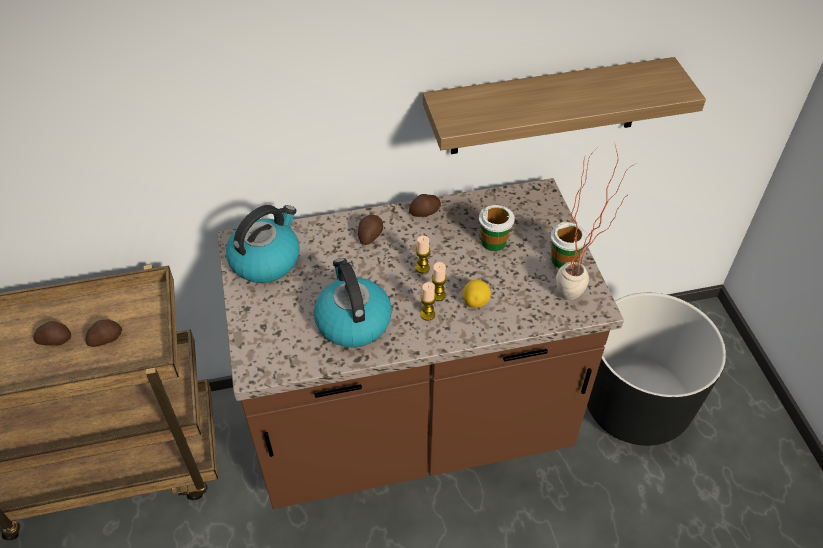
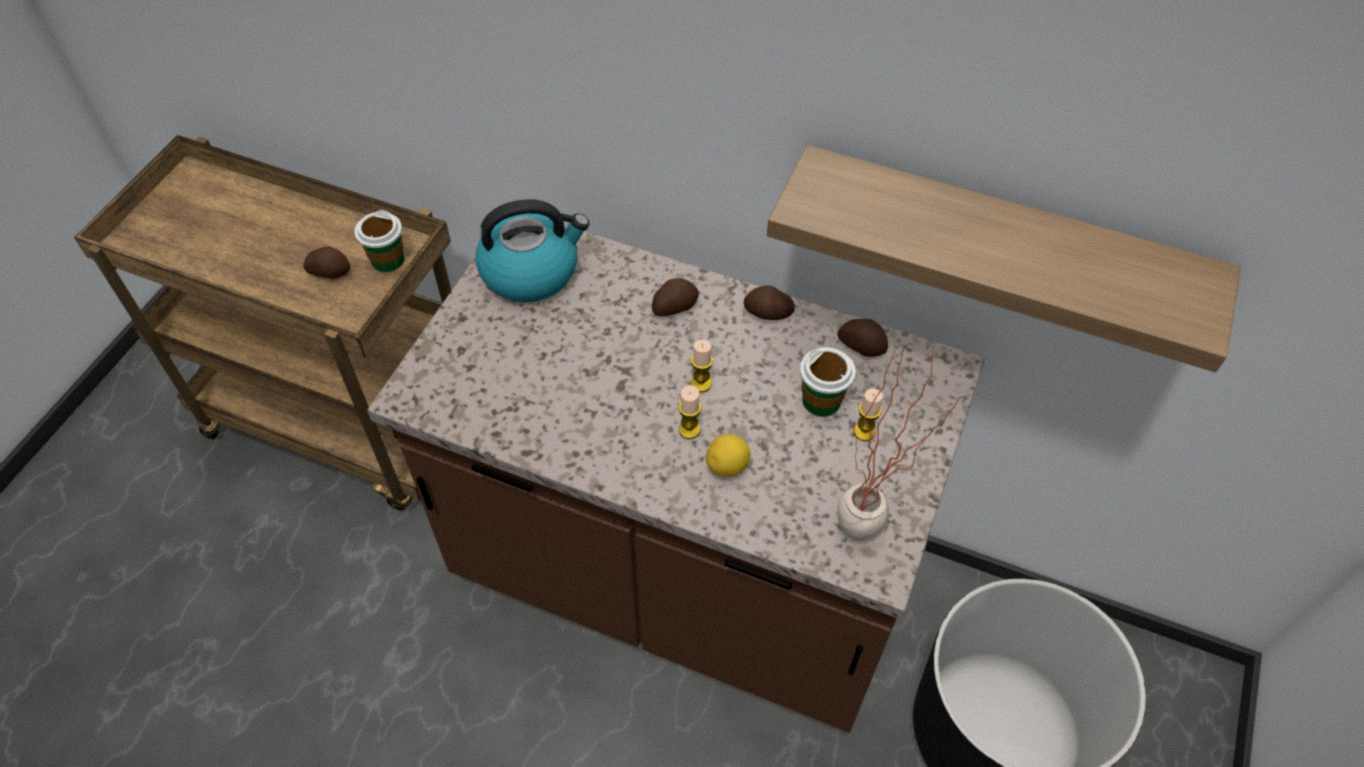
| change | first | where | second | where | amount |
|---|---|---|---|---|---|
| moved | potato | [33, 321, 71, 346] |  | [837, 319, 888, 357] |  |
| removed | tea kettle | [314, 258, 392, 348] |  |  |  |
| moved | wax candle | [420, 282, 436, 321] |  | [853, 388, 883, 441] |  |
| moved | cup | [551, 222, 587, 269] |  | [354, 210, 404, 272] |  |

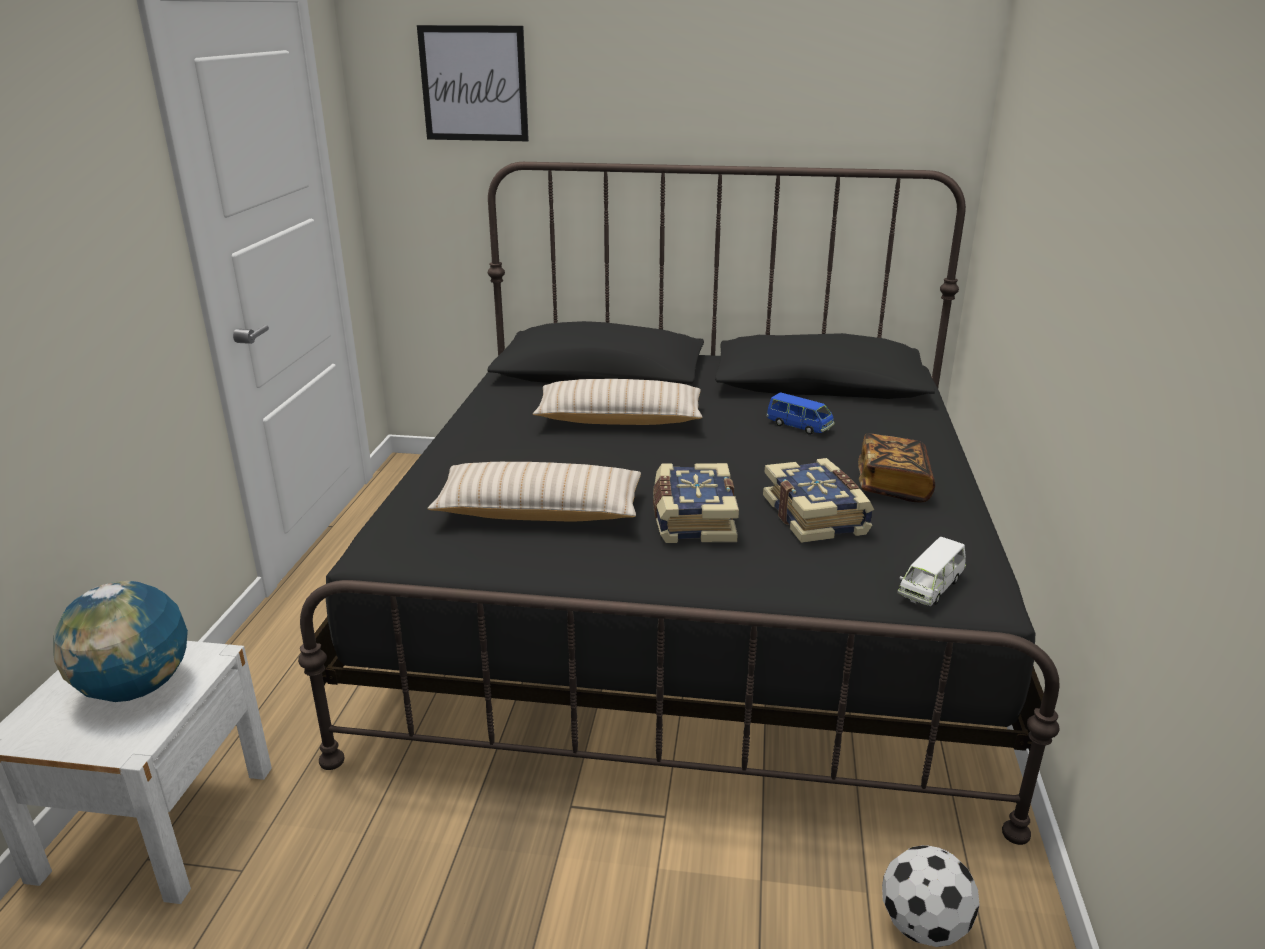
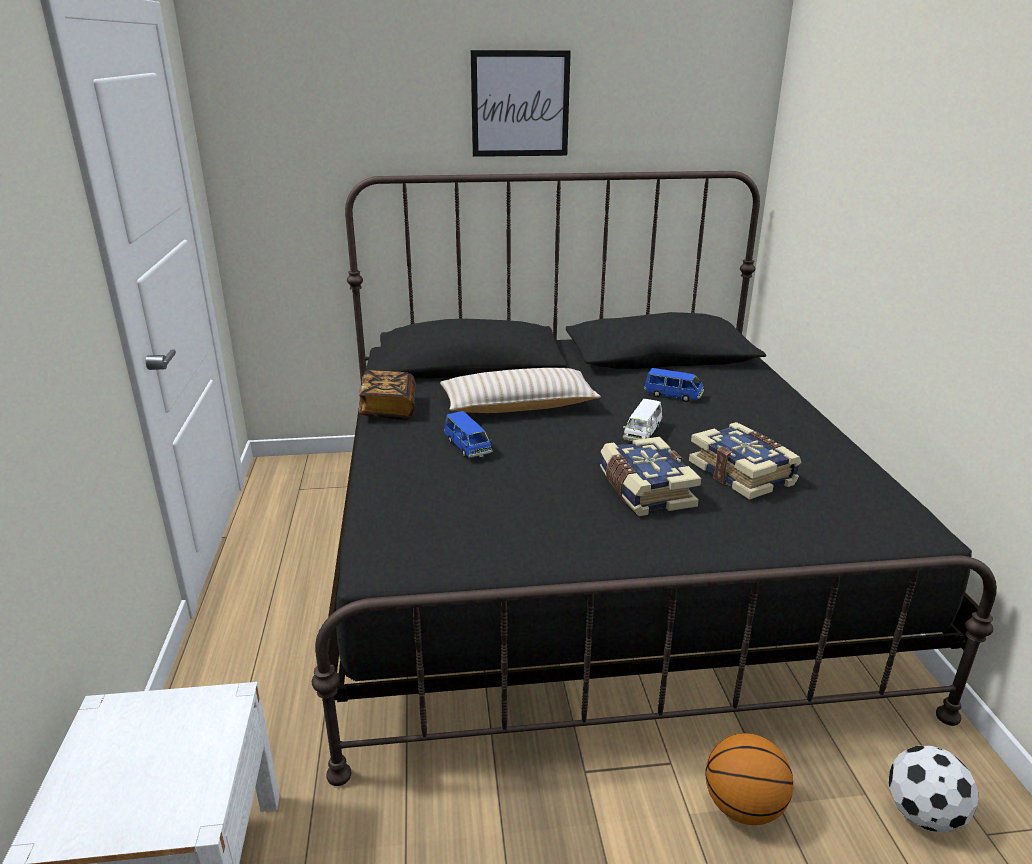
| change | first | where | second | where | amount |
|---|---|---|---|---|---|
| removed | desk globe | [53, 581, 188, 702] |  |  |  |
| moved | wall picture | [417, 25, 529, 141] |  | [471, 50, 571, 157] |  |
| removed | sand-coloured pillow | [428, 462, 641, 521] |  |  |  |
| moved | volume | [858, 434, 935, 502] |  | [359, 370, 416, 420] |  |
| moved | white-coloured miniature car | [897, 537, 966, 606] |  | [623, 399, 663, 443] |  |
| added |  |  | blue miniature car | [444, 411, 492, 458] |  |
| added |  |  | ball for basketball | [705, 733, 794, 825] |  |

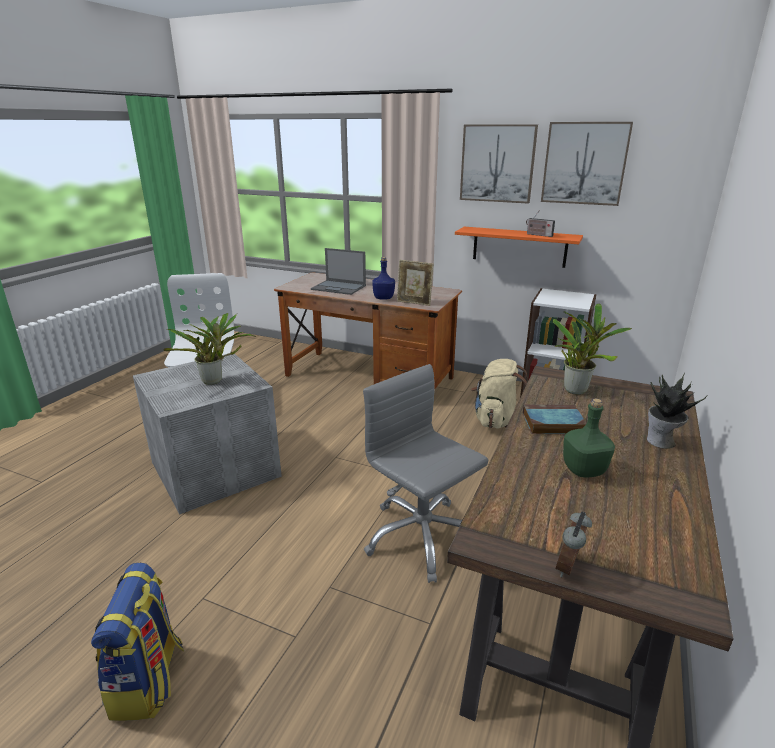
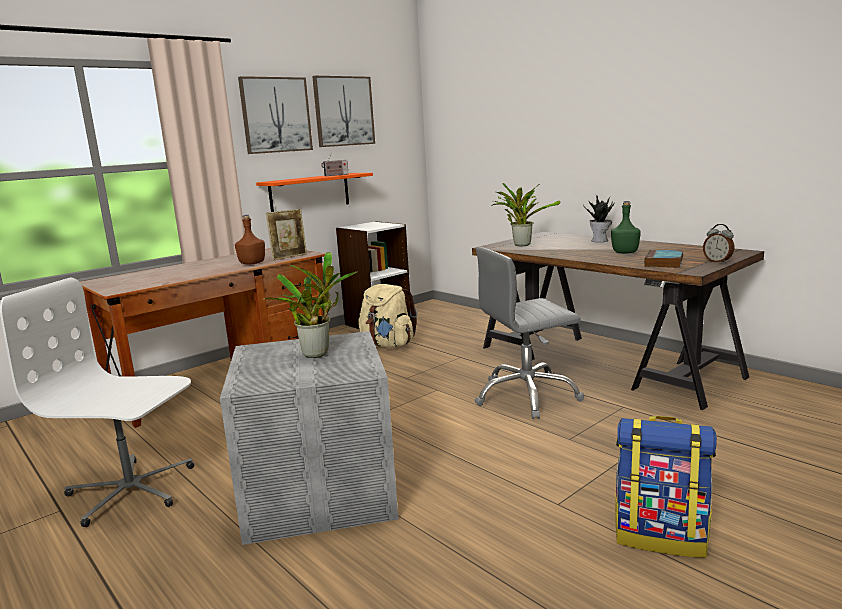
| change | first | where | second | where | amount |
|---|---|---|---|---|---|
| removed | notebook computer | [311, 248, 366, 295] |  |  |  |
| recoloured | blue drink bottle | [372, 257, 395, 300] | brownish drink bottle | [235, 215, 265, 265] |  |
| moved | volume | [523, 405, 586, 434] |  | [644, 250, 683, 268] |  |

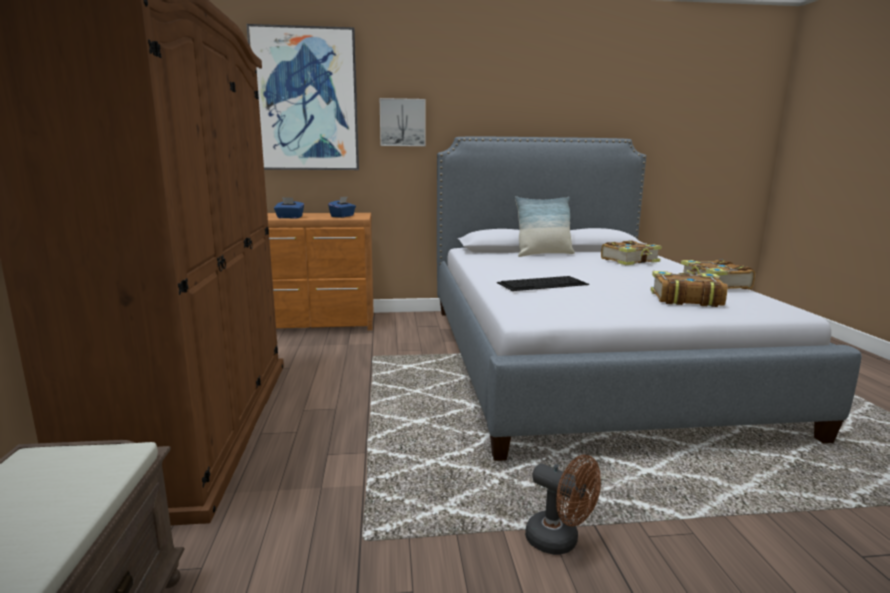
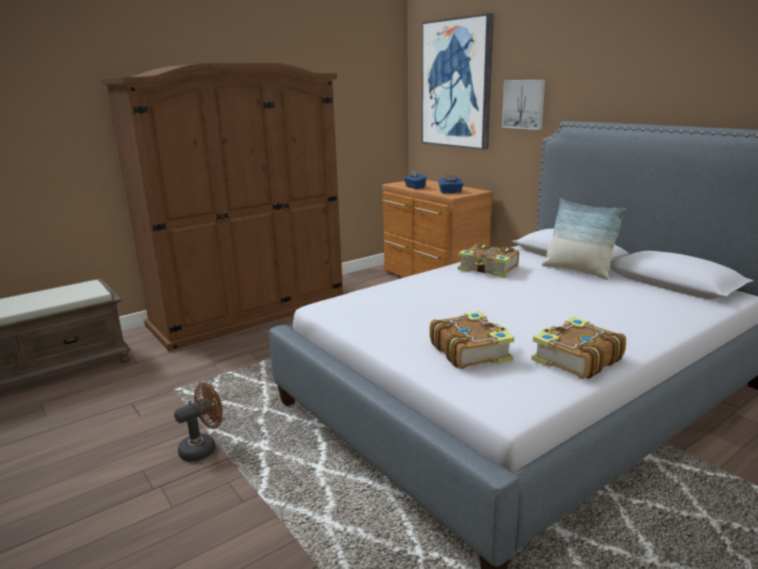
| change | first | where | second | where | amount |
|---|---|---|---|---|---|
| removed | keyboard | [497, 276, 589, 291] |  |  |  |
| turned | brownish electric fan | [525, 455, 601, 555] |  | [174, 383, 223, 462] | 135 degrees counterclockwise |
| moved | volume | [601, 240, 662, 265] |  | [458, 244, 519, 277] |  |

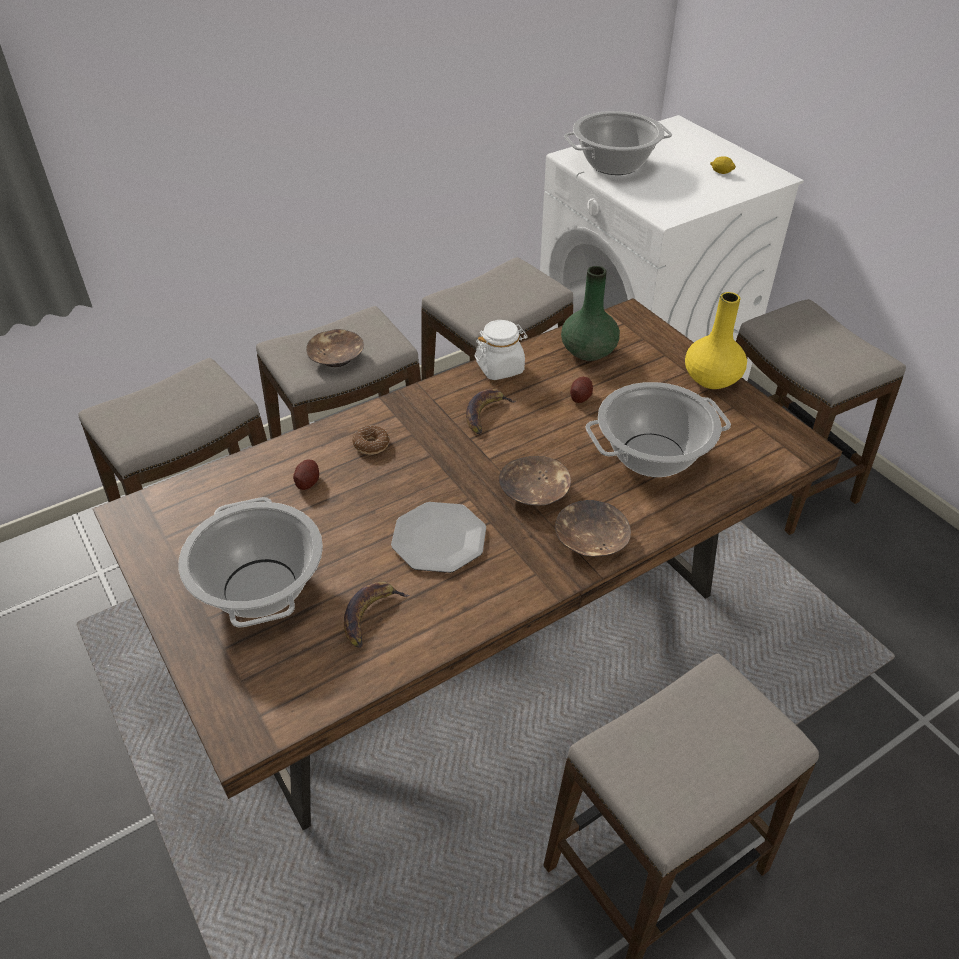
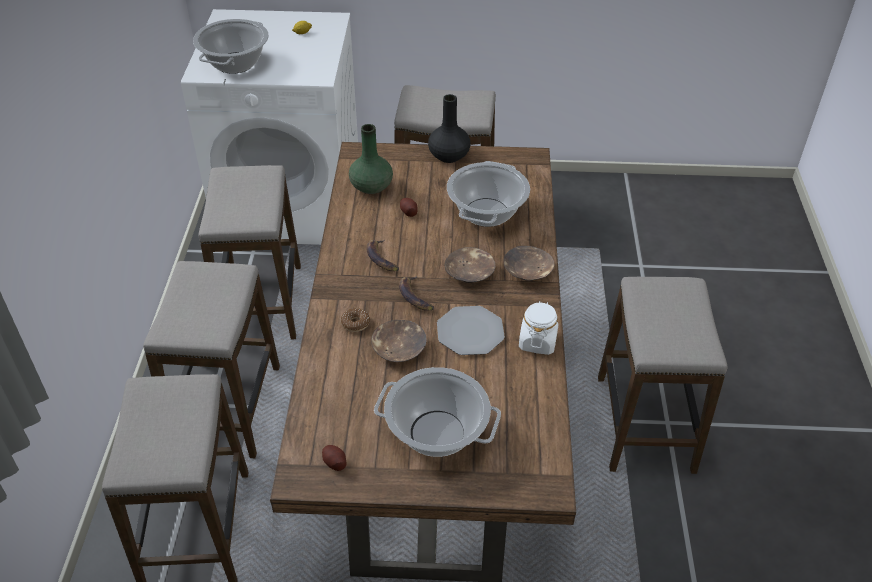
| change | first | where | second | where | amount |
|---|---|---|---|---|---|
| moved | potato | [293, 460, 319, 490] |  | [322, 445, 346, 471] |  |
| moved | brownish serving bowl | [306, 329, 364, 367] |  | [371, 320, 427, 362] |  |
| moved | whole banana | [344, 581, 410, 648] |  | [399, 276, 434, 311] |  |
| moved | white-coloured storage jar | [475, 320, 528, 380] |  | [519, 301, 559, 355] |  |
| recoloured | yellow decorative vase | [685, 292, 747, 389] | black decorative vase | [428, 94, 470, 163] |  |

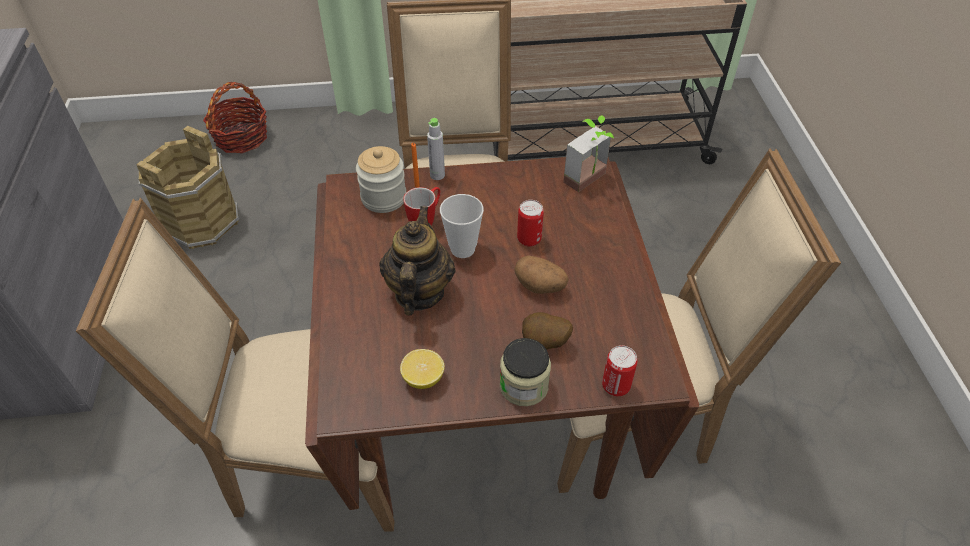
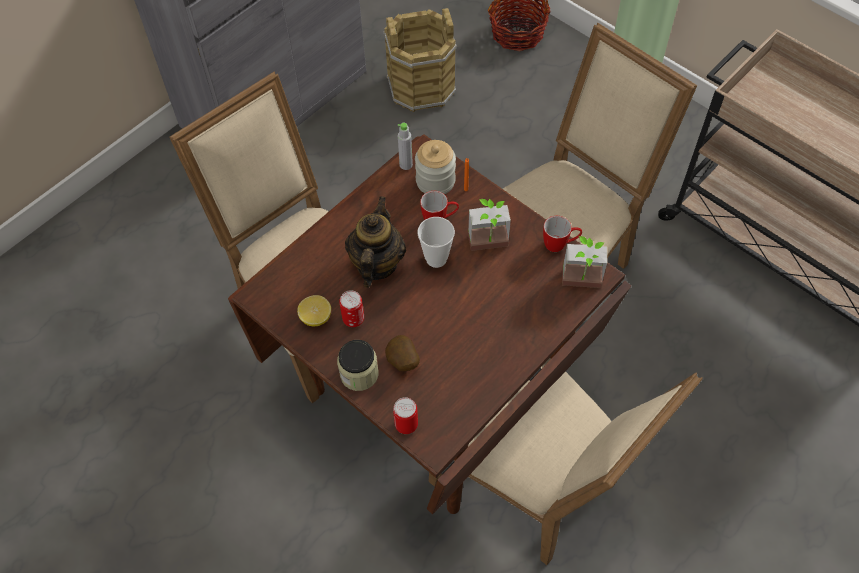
| change | first | where | second | where | amount |
|---|---|---|---|---|---|
| turned | teapot | [379, 206, 456, 316] |  | [345, 197, 406, 288] | 45 degrees counterclockwise |
| moved | gray drink bottle | [427, 118, 445, 180] |  | [398, 123, 413, 170] |  |
| removed | potato | [515, 255, 569, 294] |  |  |  |
| moved | sealed can | [517, 200, 544, 247] |  | [339, 290, 364, 327] |  |
| added |  |  | houseplant | [468, 199, 511, 251] |  |
| added |  |  | mug | [543, 216, 582, 252] |  |

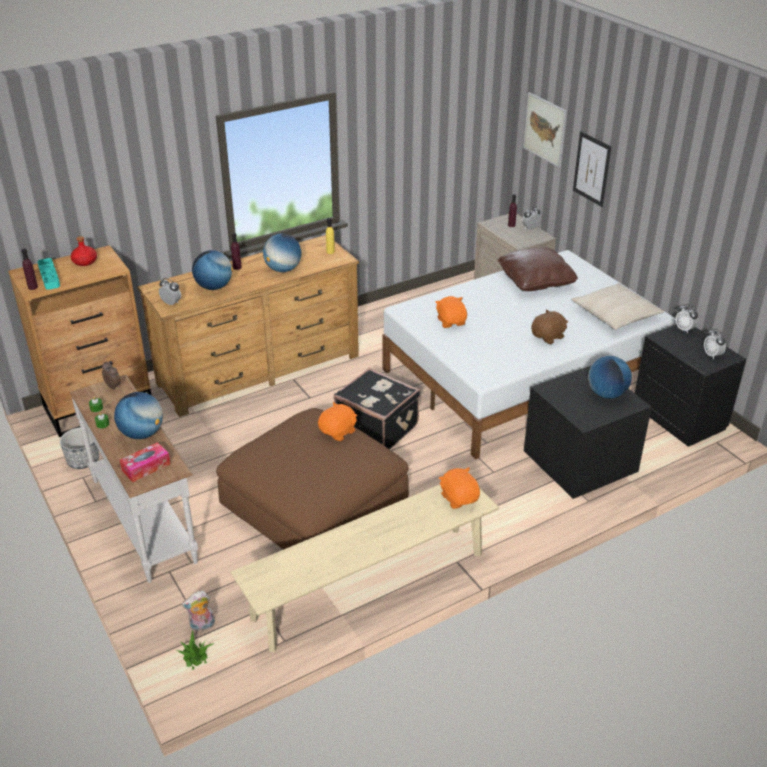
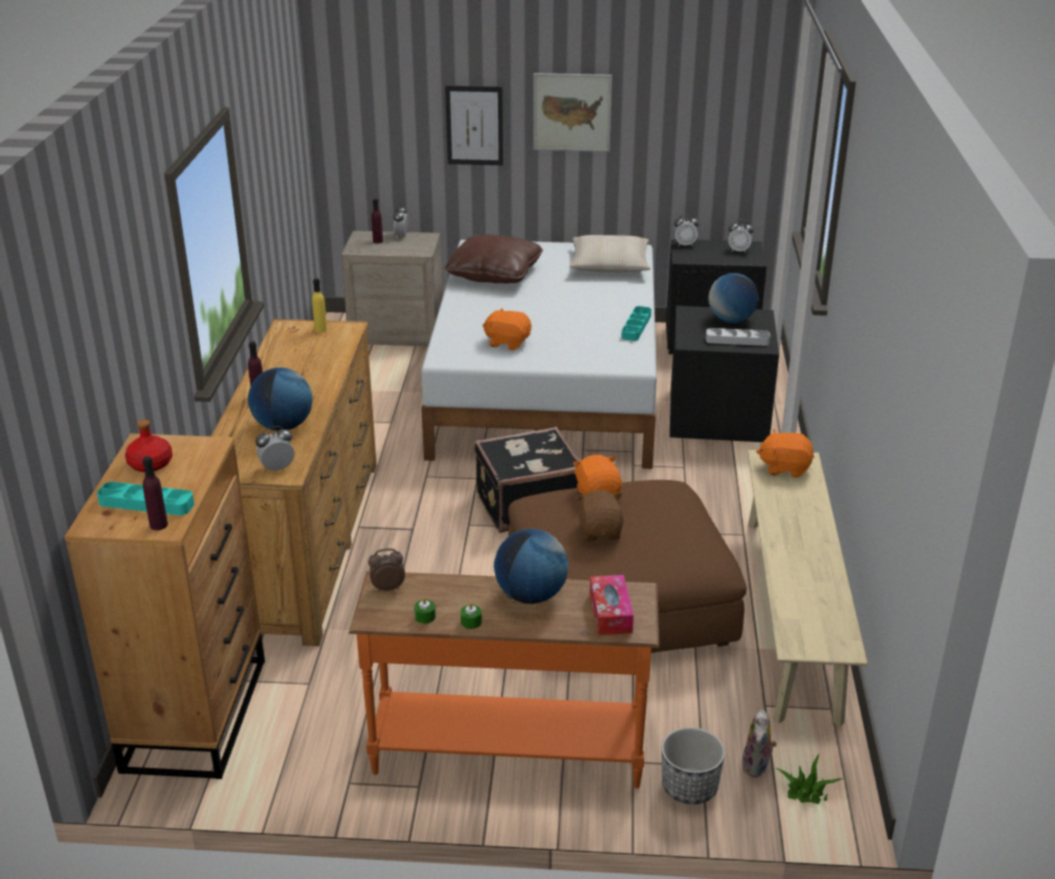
| change | first | where | second | where | amount |
|---|---|---|---|---|---|
| moved | planter | [60, 427, 99, 469] |  | [662, 727, 725, 804] |  |
| recoloured | white-coloured hall table | [70, 375, 198, 583] | orangey hall table | [349, 571, 659, 788] |  |
| removed | desk globe | [263, 233, 302, 272] |  |  |  |
| moved | wall picture | [523, 92, 567, 168] |  | [534, 73, 612, 152] |  |
| moved | brownish plush toy | [531, 309, 568, 344] |  | [575, 490, 624, 541] |  |
| added |  |  | turquoise-coloured tray | [621, 306, 651, 341] |  |
| added |  |  | gray tray | [706, 328, 770, 346] |  |

